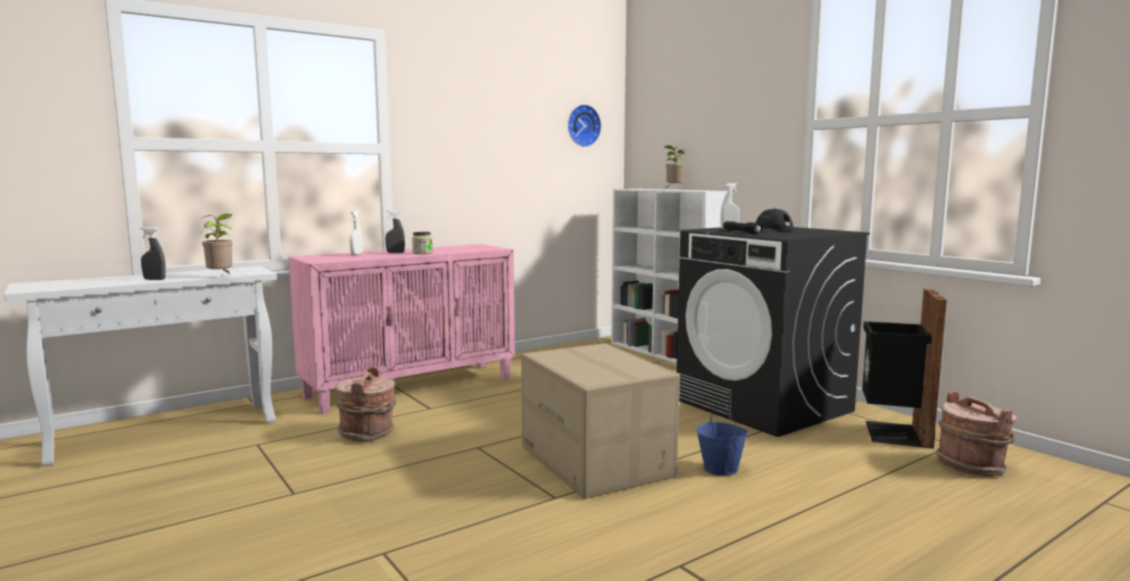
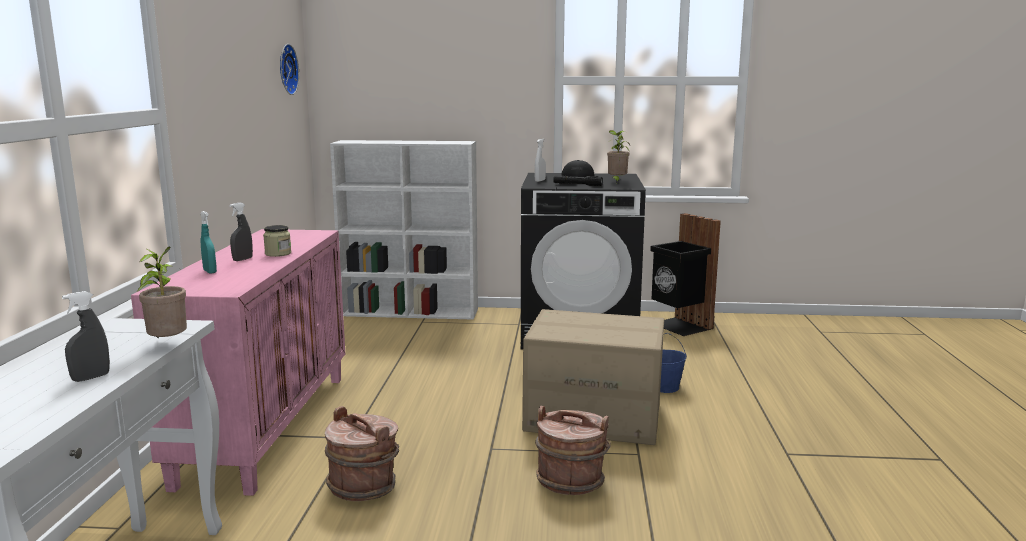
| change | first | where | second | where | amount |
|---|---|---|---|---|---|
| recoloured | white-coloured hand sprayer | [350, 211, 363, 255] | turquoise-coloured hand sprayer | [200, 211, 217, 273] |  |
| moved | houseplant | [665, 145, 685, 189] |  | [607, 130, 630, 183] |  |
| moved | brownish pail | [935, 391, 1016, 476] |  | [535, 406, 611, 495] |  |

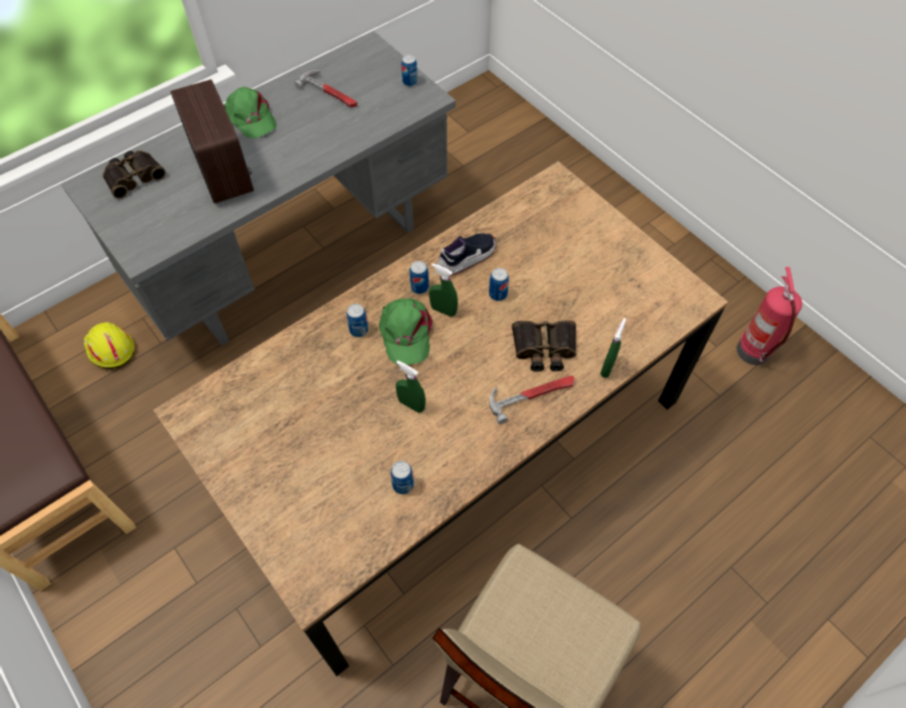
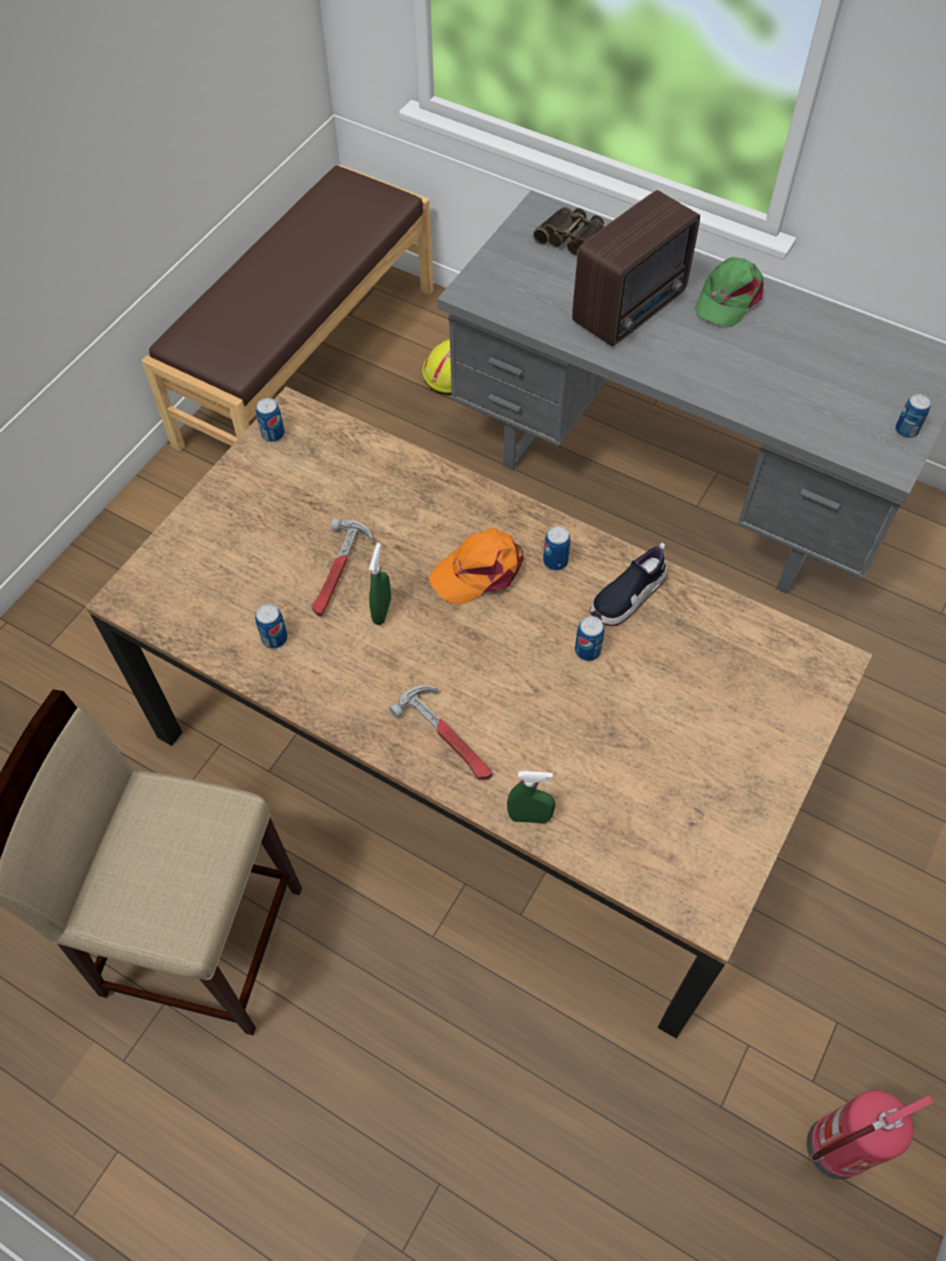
| change | first | where | second | where | amount |
|---|---|---|---|---|---|
| moved | tool hammer | [294, 70, 357, 108] |  | [311, 518, 373, 617] |  |
| moved | sealed can | [346, 304, 369, 337] |  | [256, 398, 285, 442] |  |
| recoloured | greenish peaked cap | [379, 298, 432, 365] | orangey peaked cap | [429, 528, 523, 605] |  |
| removed | greenish hand sprayer | [429, 263, 458, 317] |  |  |  |
| turned | shoe | [437, 233, 496, 276] |  | [589, 543, 667, 626] | 105 degrees clockwise |
| removed | field glasses | [512, 320, 576, 372] |  |  |  |

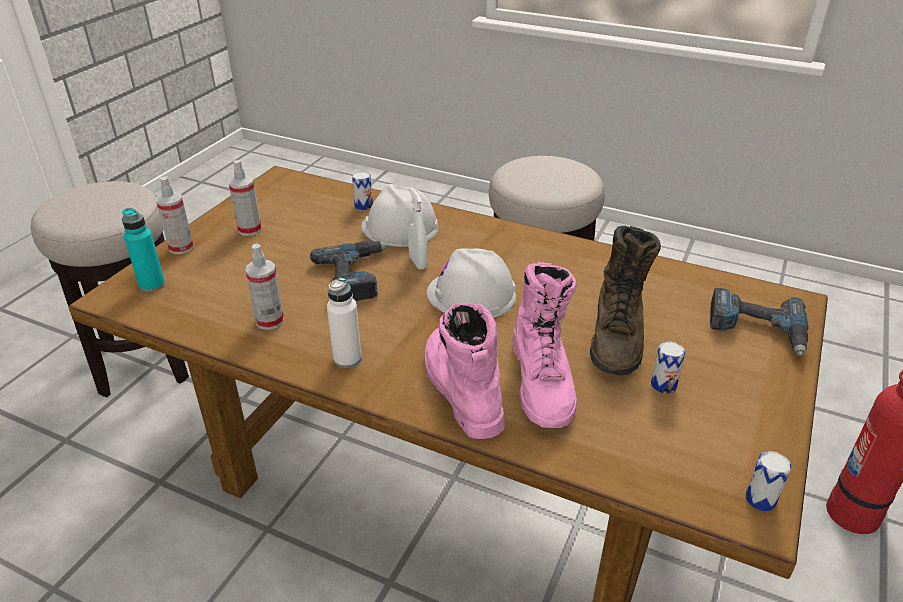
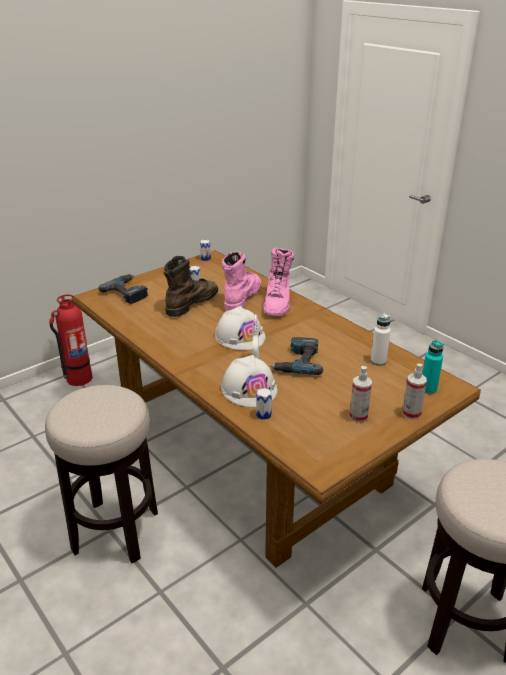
| change | first | where | second | where | amount |
|---|---|---|---|---|---|
| removed | hand sprayer | [245, 244, 284, 330] |  |  |  |
| moved | white-coloured drink bottle | [327, 277, 362, 368] |  | [371, 313, 391, 366] |  |

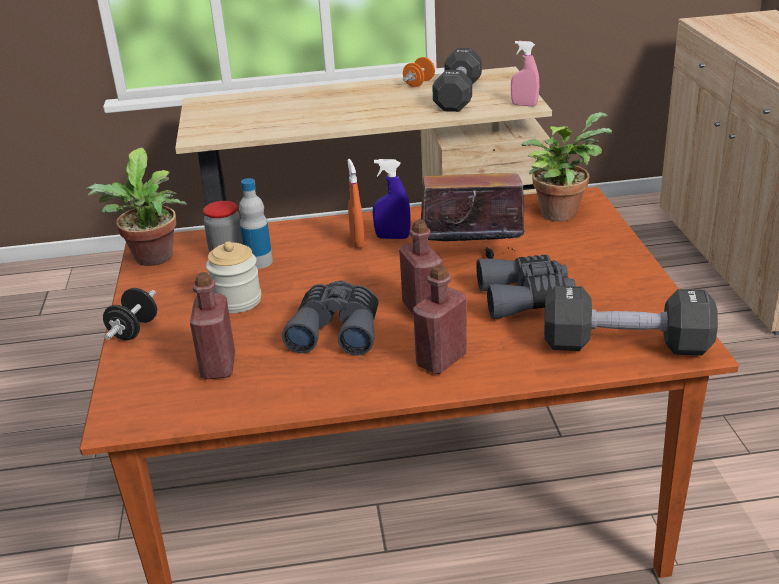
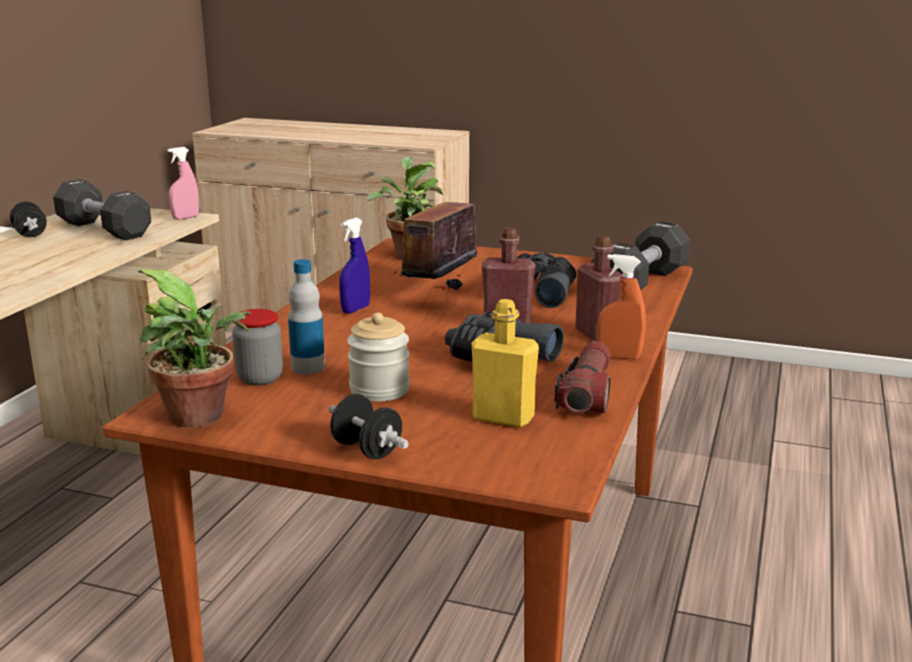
| change | first | where | second | where | amount |
|---|---|---|---|---|---|
| recoloured | reddish drink bottle | [190, 272, 235, 379] | yellow drink bottle | [472, 299, 539, 428] |  |
| moved | orangey hand sprayer | [347, 159, 365, 249] |  | [597, 254, 646, 360] |  |
| recoloured | orangey hand weight | [403, 57, 435, 87] | black hand weight | [10, 202, 47, 237] |  |
| added |  |  | torch | [554, 341, 611, 413] |  |

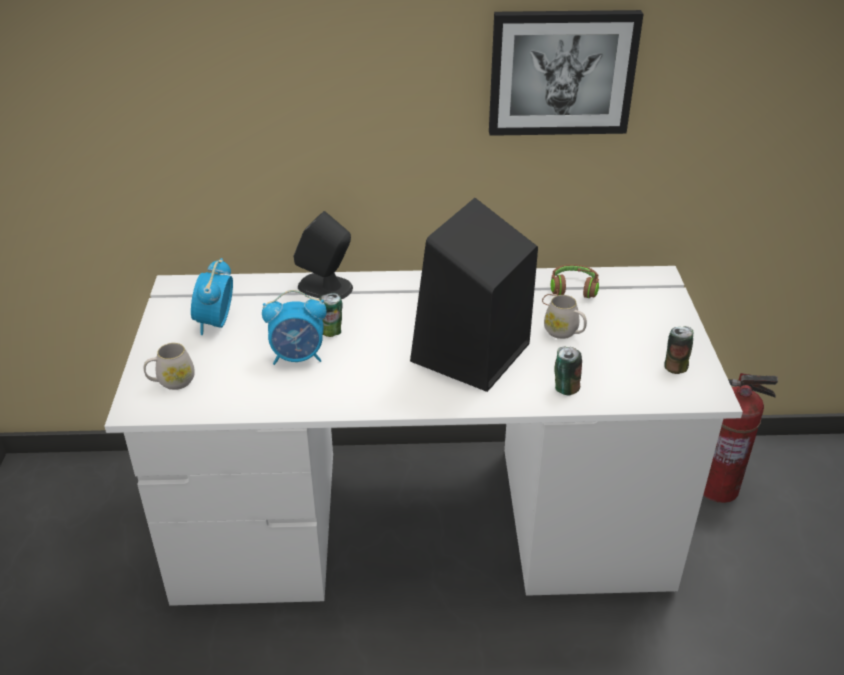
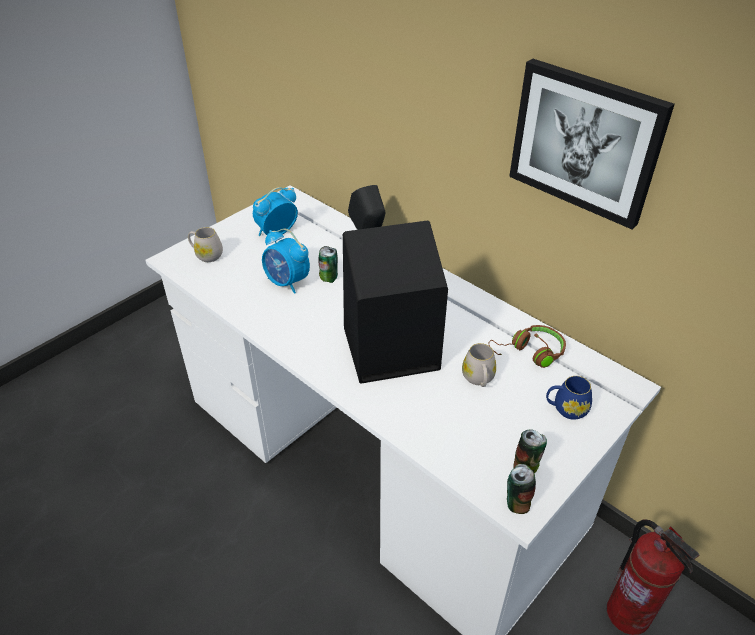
| change | first | where | second | where | amount |
|---|---|---|---|---|---|
| moved | sealed can | [554, 346, 582, 395] |  | [507, 464, 536, 514] |  |
| added |  |  | blue mug | [546, 376, 592, 420] |  |

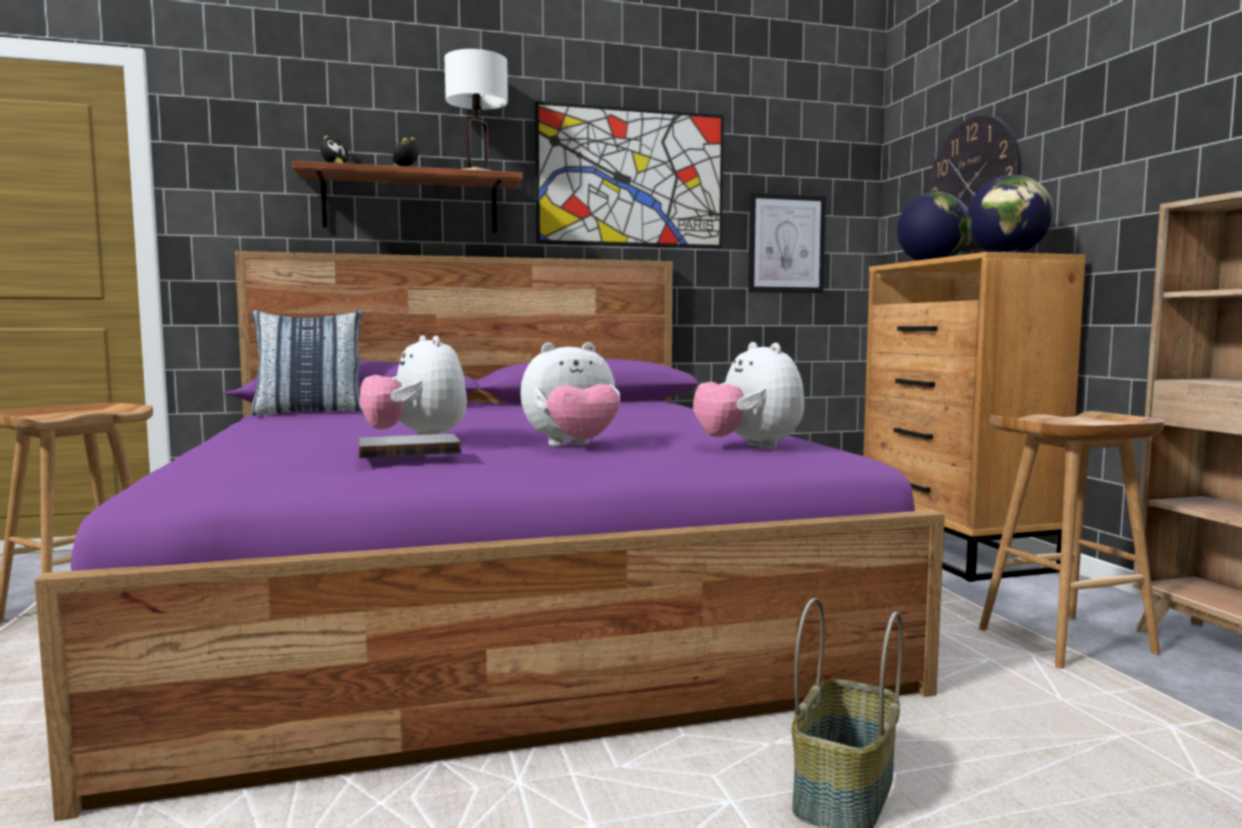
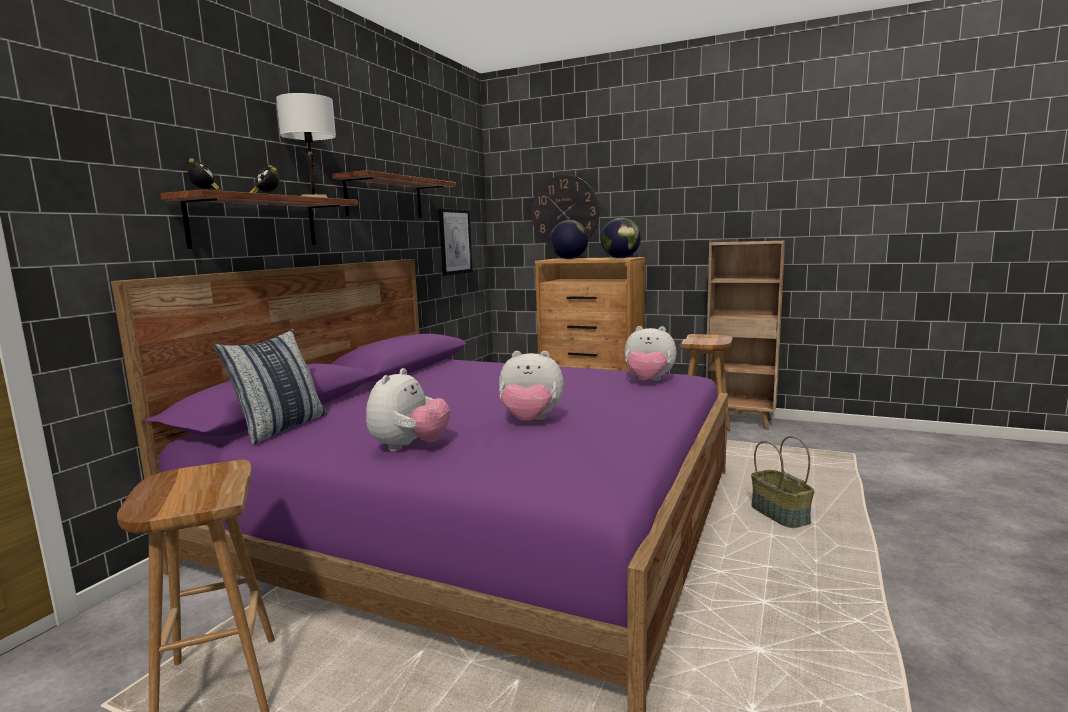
| change | first | where | second | where | amount |
|---|---|---|---|---|---|
| removed | gray volume | [358, 434, 461, 458] |  |  |  |
| moved | plush toy | [520, 342, 620, 446] |  | [366, 368, 450, 451] |  |
| replaced | wall picture | [535, 101, 724, 249] | bracket shelf | [332, 170, 456, 218] |  |

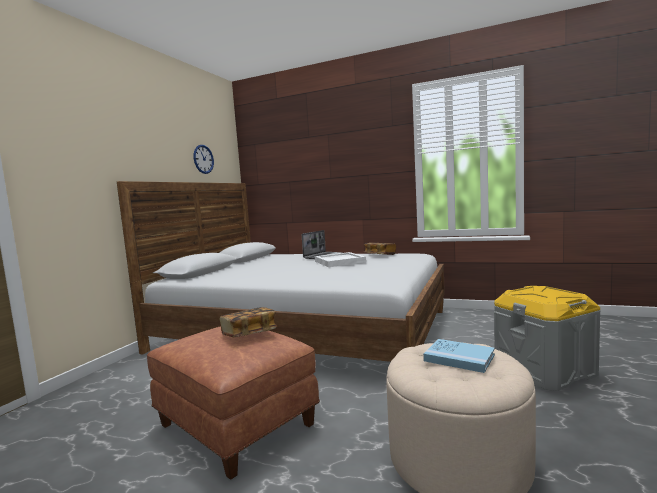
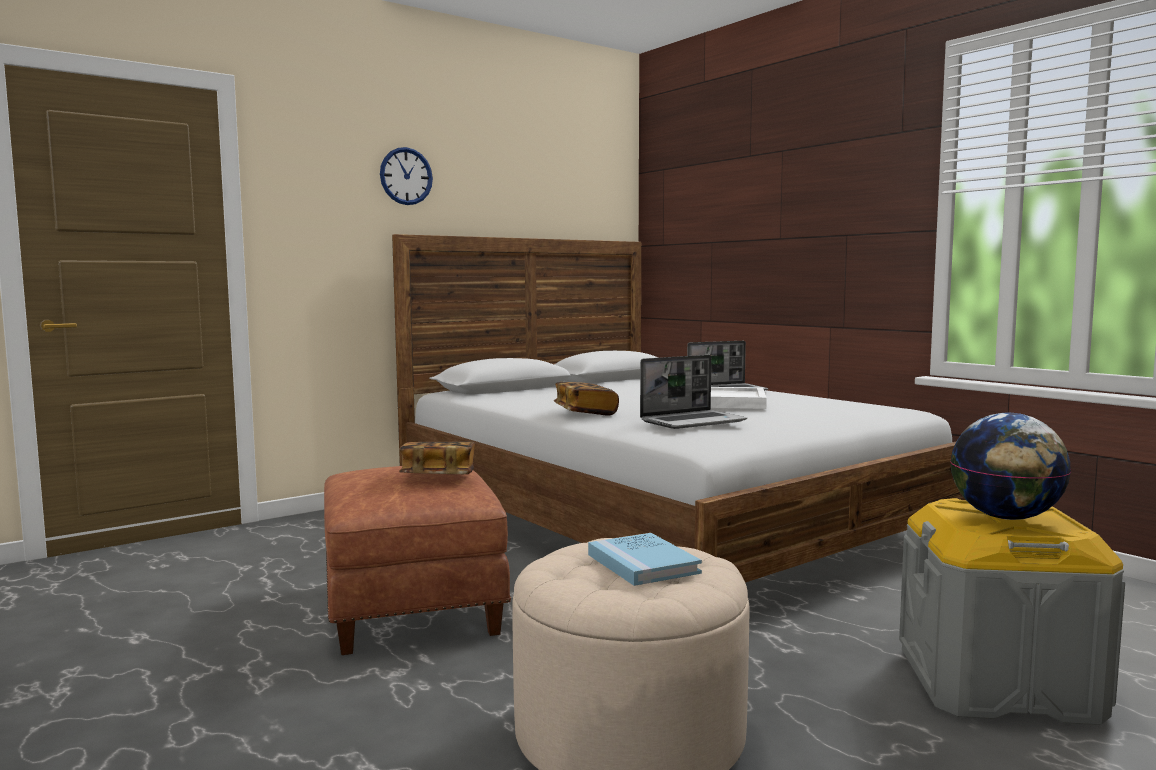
| change | first | where | second | where | amount |
|---|---|---|---|---|---|
| moved | hanging clock | [194, 145, 214, 174] |  | [380, 147, 433, 205] |  |
| moved | volume | [364, 243, 396, 255] |  | [554, 382, 619, 416] |  |
| added |  |  | notebook computer | [640, 355, 747, 429] |  |
| added |  |  | desk globe | [950, 413, 1071, 520] |  |

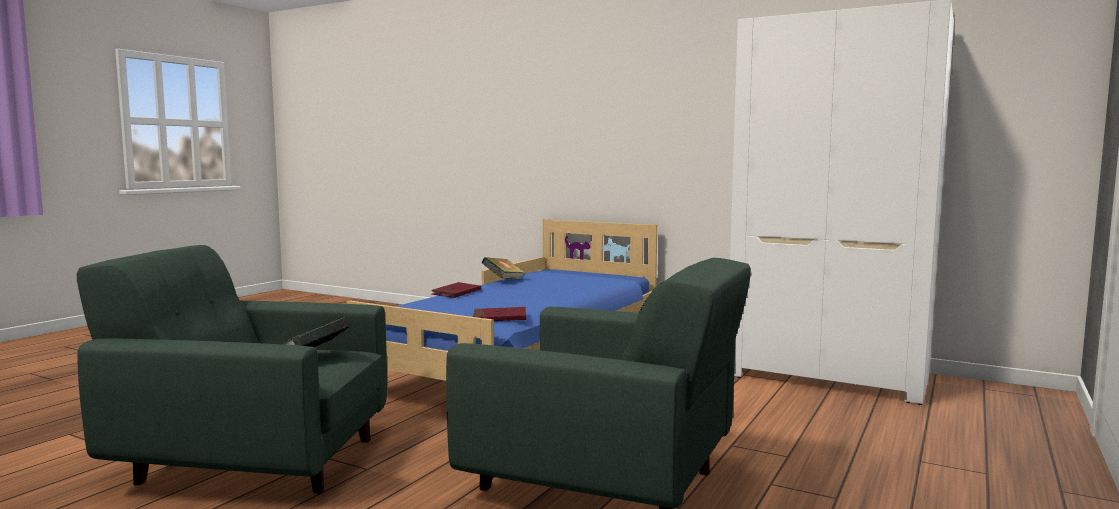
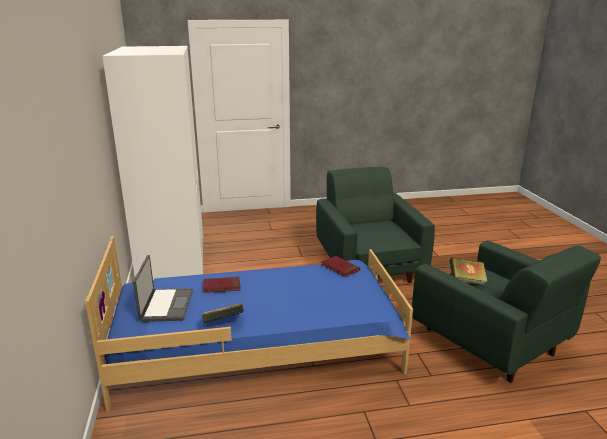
| change | first | where | second | where | amount |
|---|---|---|---|---|---|
| moved | reddish volume | [431, 282, 481, 298] |  | [204, 277, 241, 293] |  |
| added |  |  | notebook computer | [133, 255, 193, 322] |  |

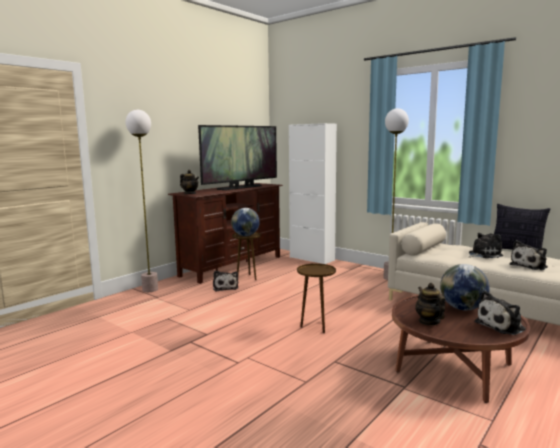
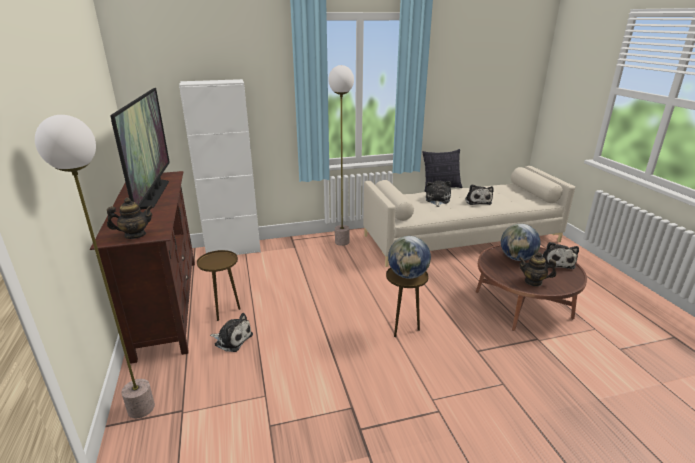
| change | first | where | second | where | amount |
|---|---|---|---|---|---|
| moved | desk globe | [231, 208, 260, 236] |  | [388, 236, 431, 279] |  |

